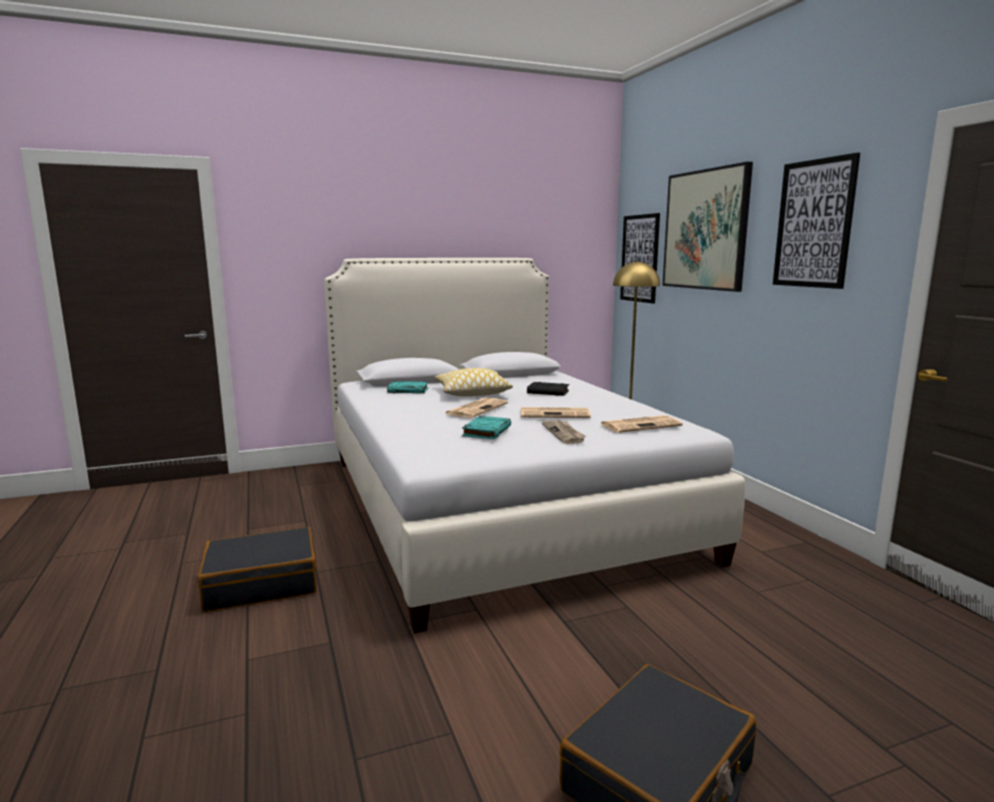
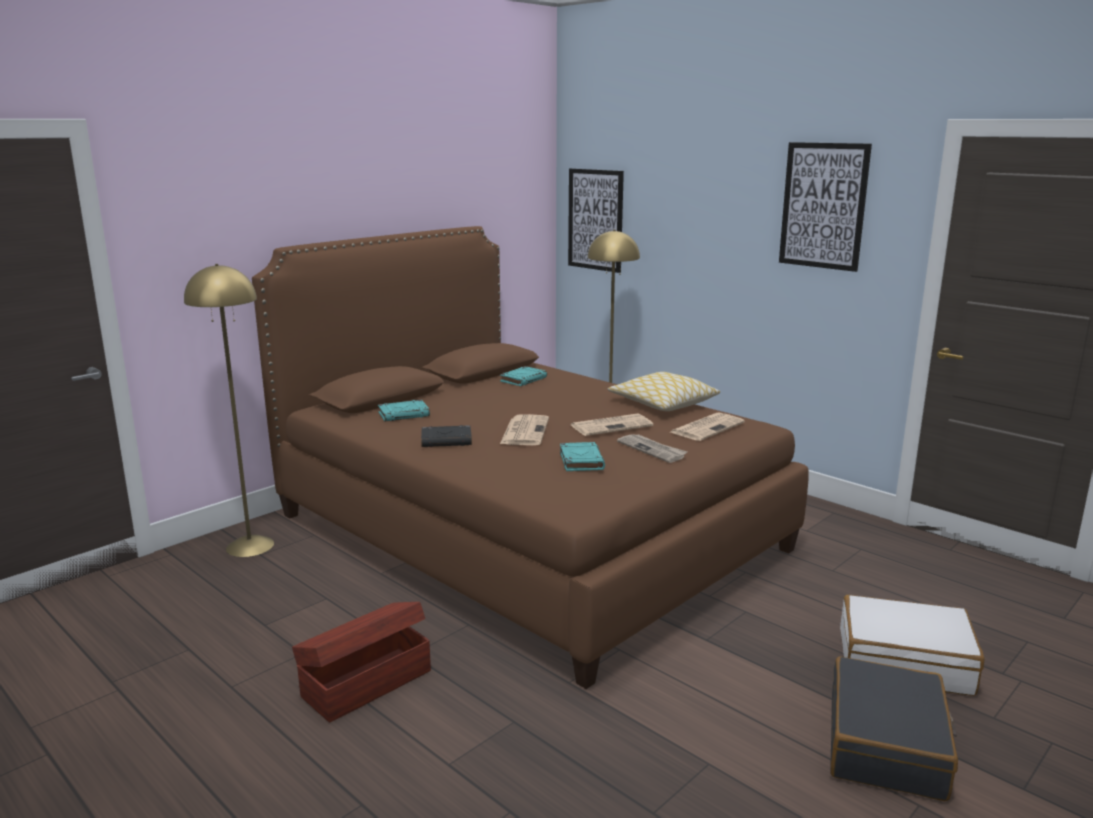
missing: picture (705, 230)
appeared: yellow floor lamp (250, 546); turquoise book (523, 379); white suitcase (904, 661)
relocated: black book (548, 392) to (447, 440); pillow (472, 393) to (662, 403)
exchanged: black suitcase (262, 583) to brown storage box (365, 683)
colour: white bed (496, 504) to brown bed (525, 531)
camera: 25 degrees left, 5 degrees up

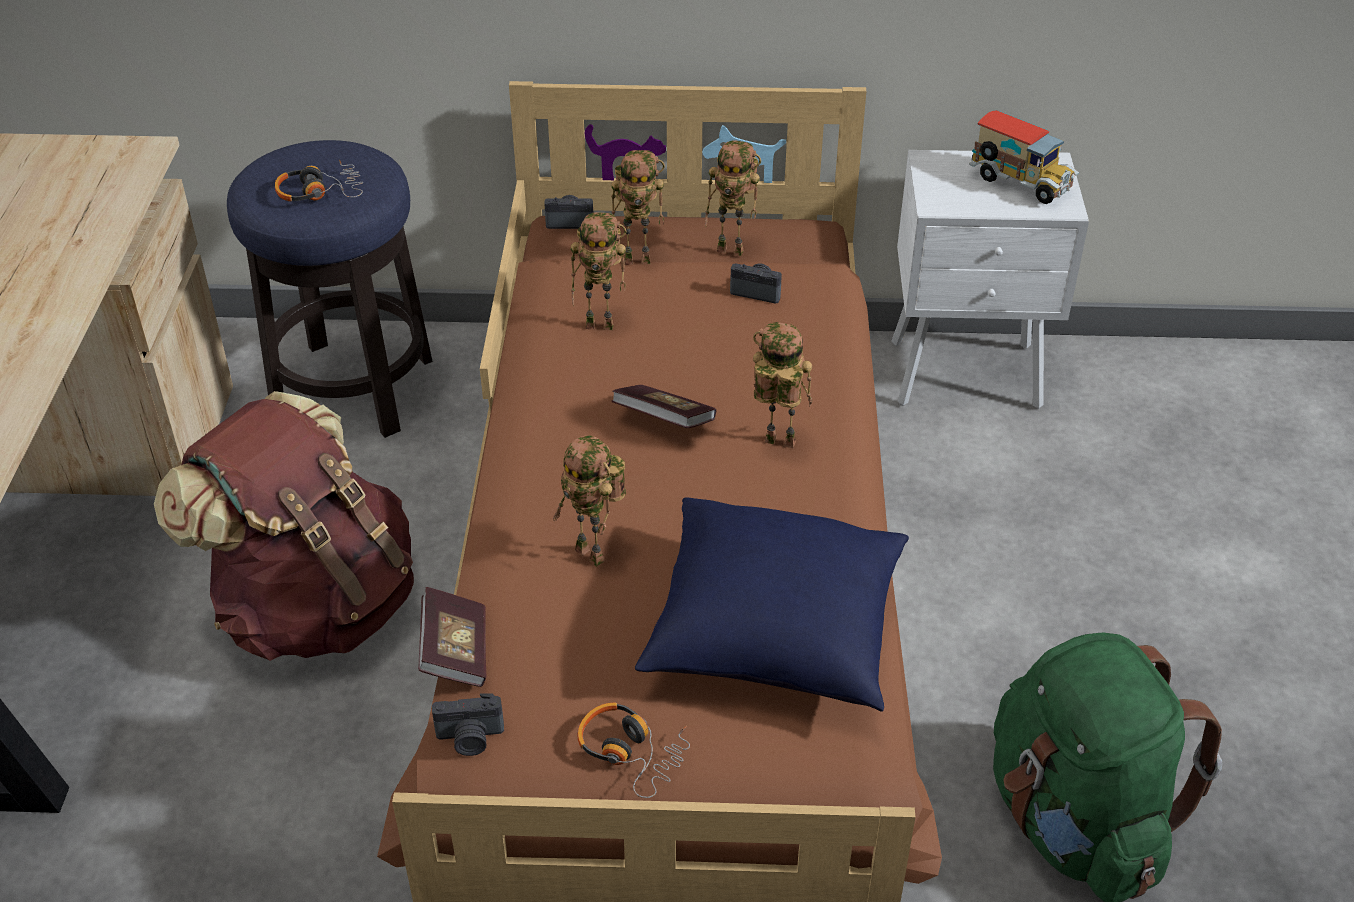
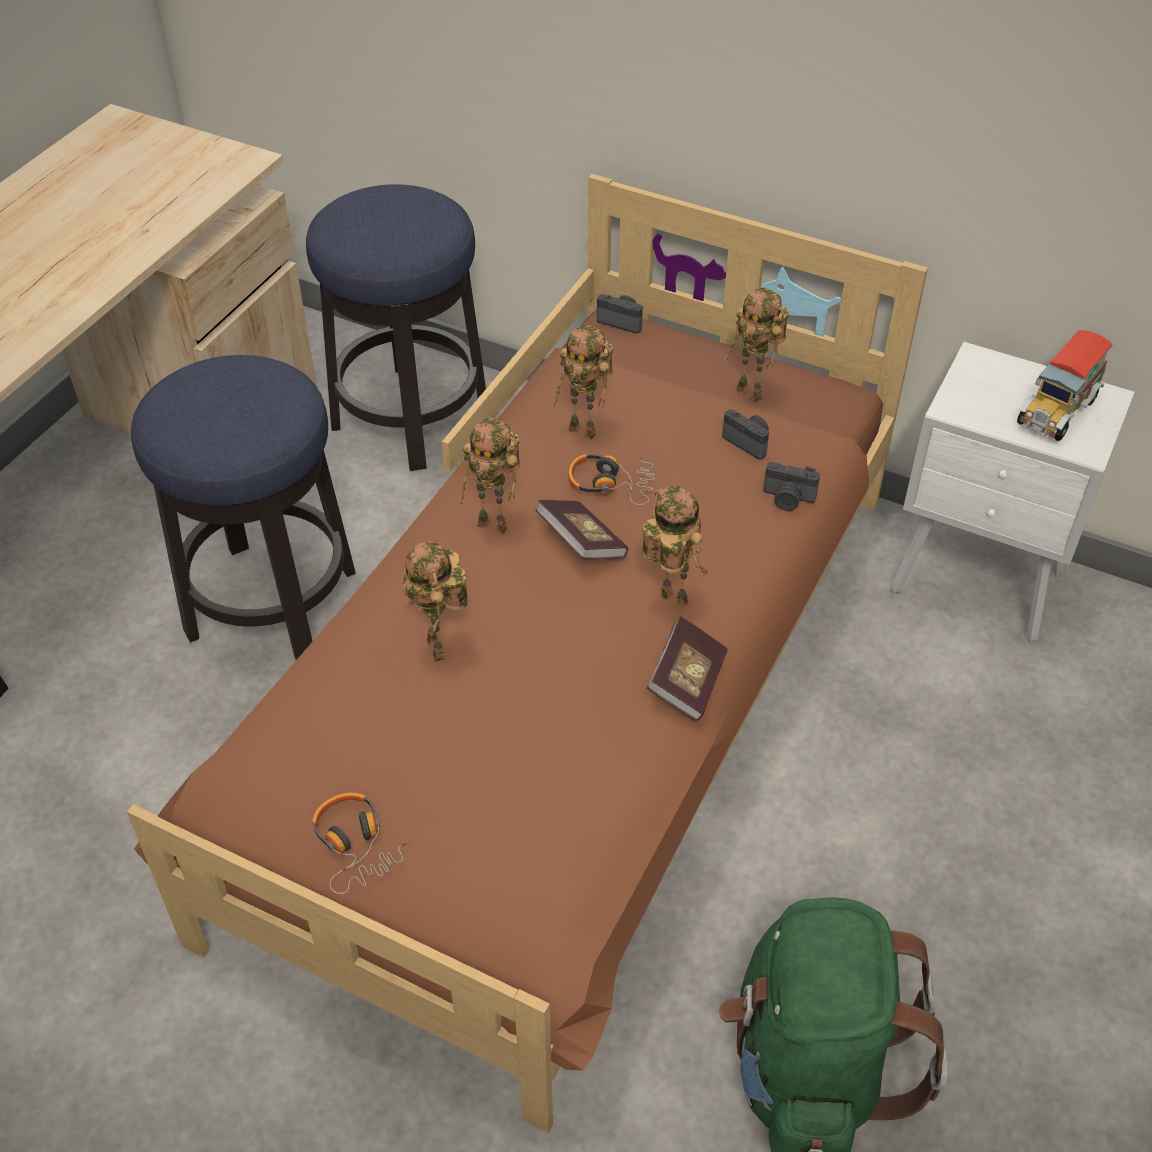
missing: blue pillow (773, 634)
relocated: toy robot (639, 259) to (495, 525); headphones (320, 192) to (611, 484); book (455, 652) to (687, 682); photo camera (470, 739) to (788, 499)
exchanged: brown backpack (315, 605) to stool (271, 602)
spun: toy truck (1020, 184) = (1055, 411) 60 degrees clockwise
camera: 25 degrees right, 5 degrees up

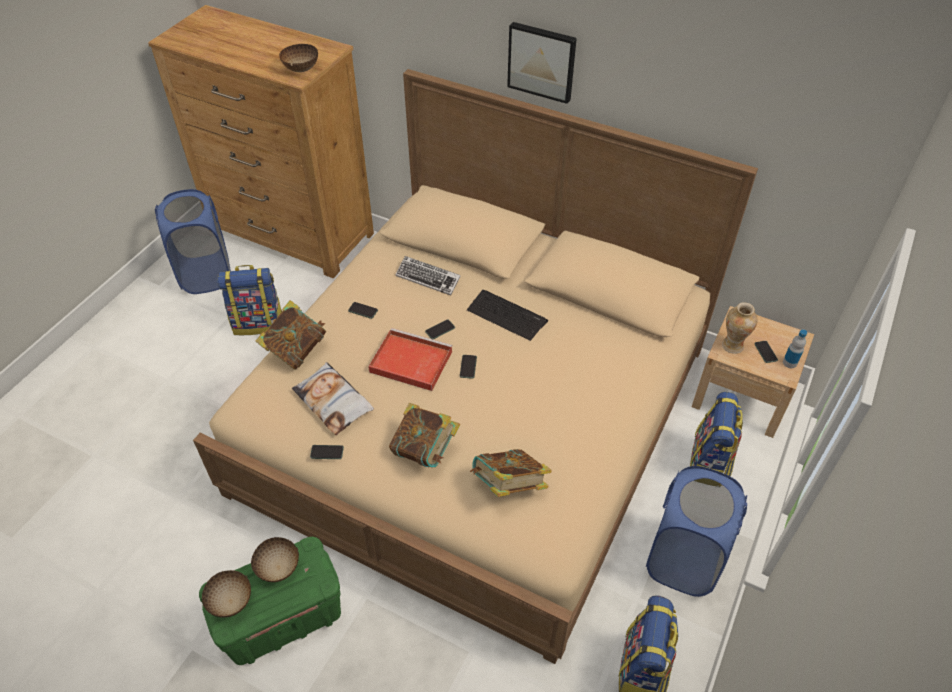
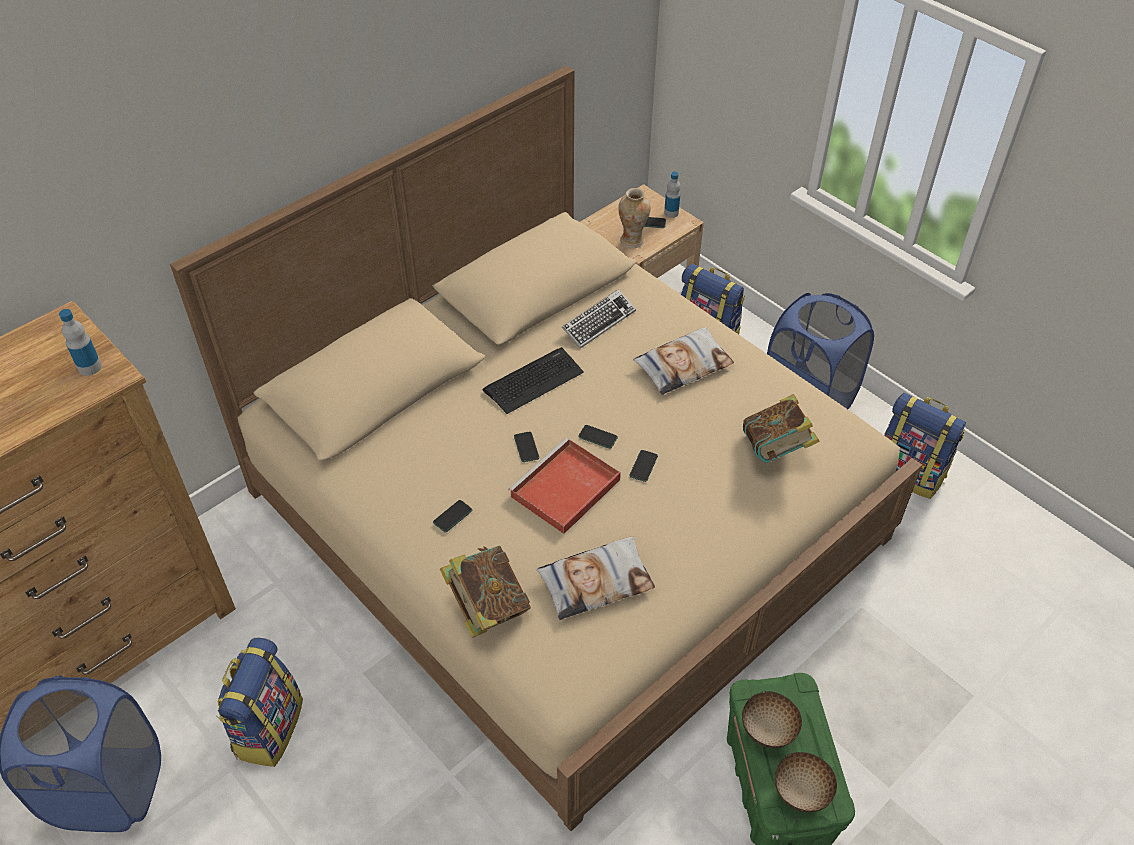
missing: book (425, 450); picture (542, 61)
appeared: pillow (683, 365)
relocated: keyboard (428, 278) to (598, 322); phone (327, 452) to (643, 466)
exchanged: bowl (301, 69) to bottle (90, 367)
camera: 70 degrees left, 0 degrees up

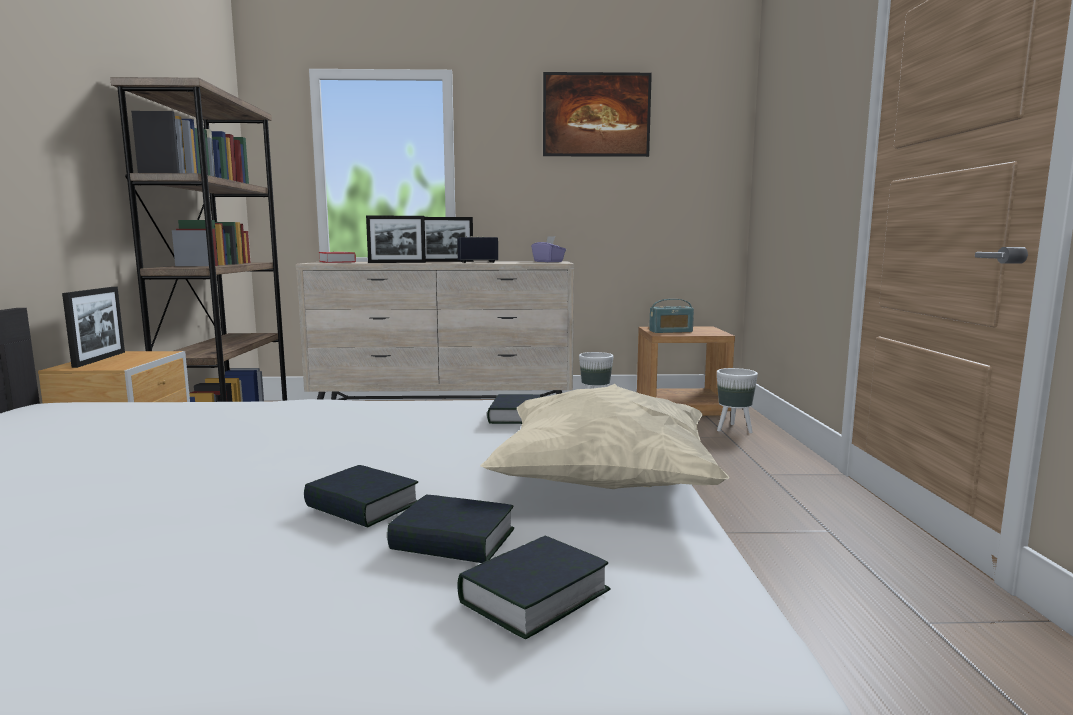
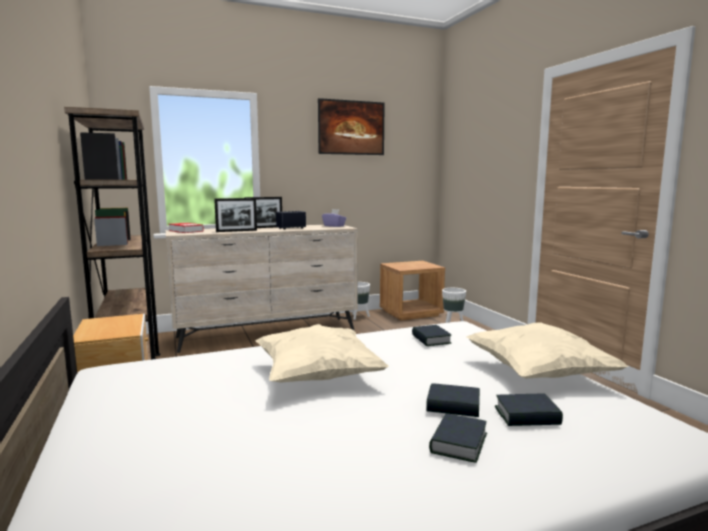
missing: picture frame (100, 359); radio (671, 331)
appeared: beige pillow (318, 377)
relocated: book (534, 597) to (458, 443)
camera: 20 degrees left, 0 degrees up

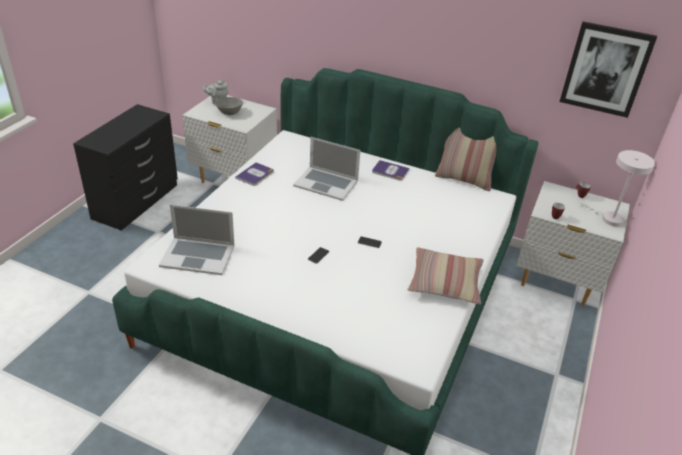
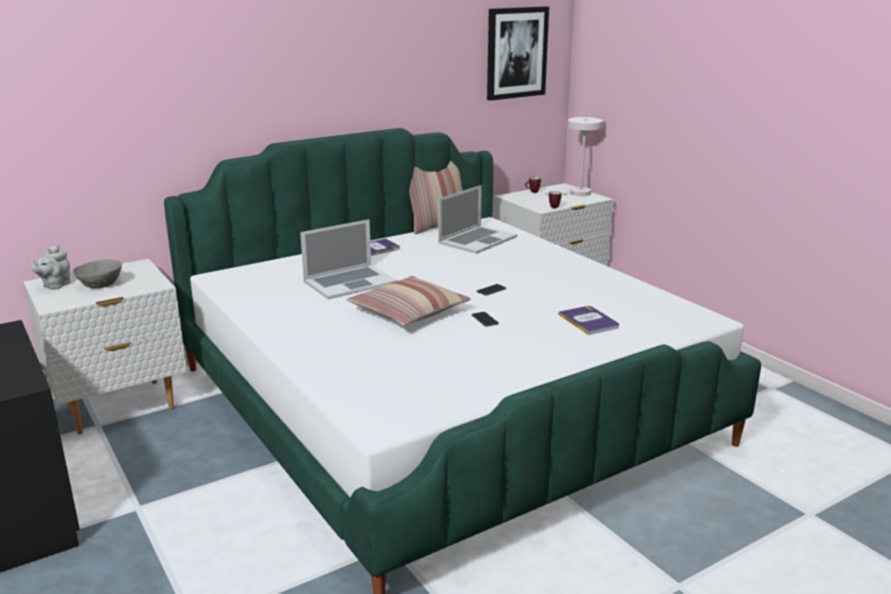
relocated: pillow (445, 282) to (408, 312); laptop (198, 255) to (477, 240); book (255, 175) to (589, 321)
camera: 55 degrees left, 15 degrees down

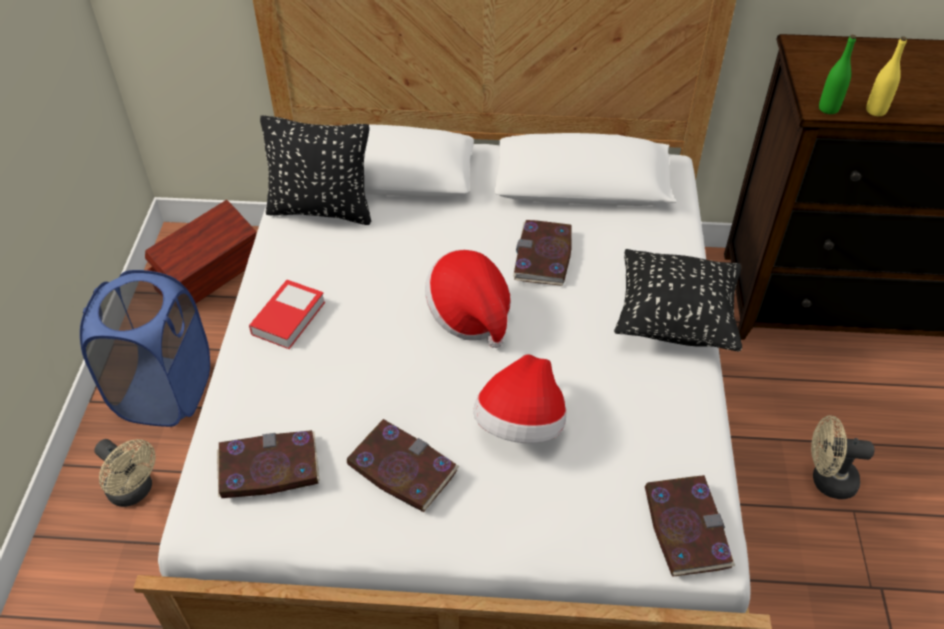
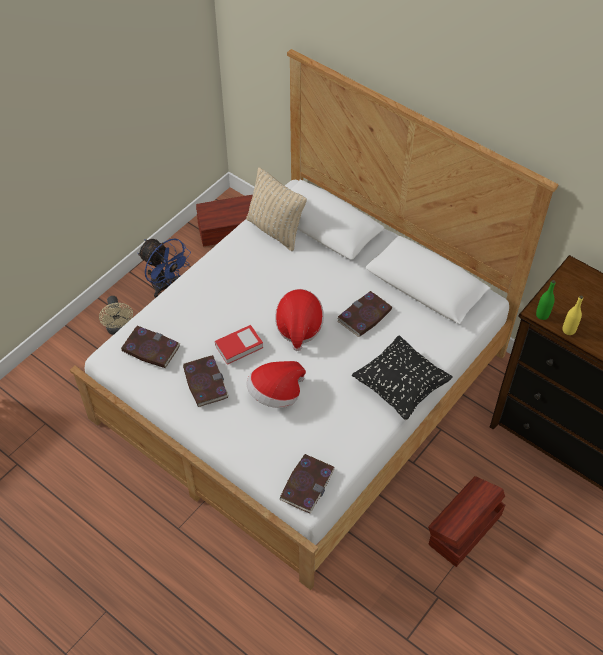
relocated: book (288, 318) to (239, 347)
exchanged: blue laundry basket (165, 392) to blue fan (166, 286); beige fan (826, 480) to brown storage box (463, 529)
colour: black pillow (321, 210) to beige pillow (275, 230)
camera: 35 degrees right, 5 degrees up

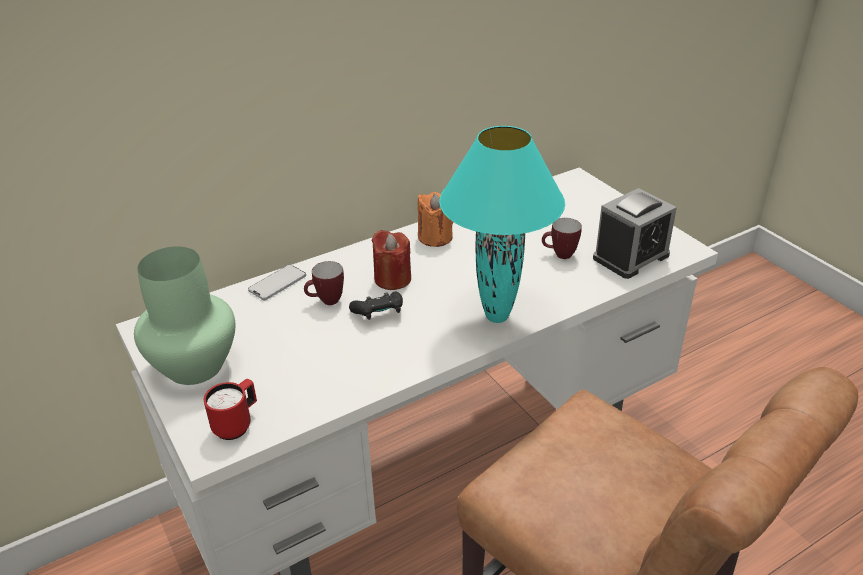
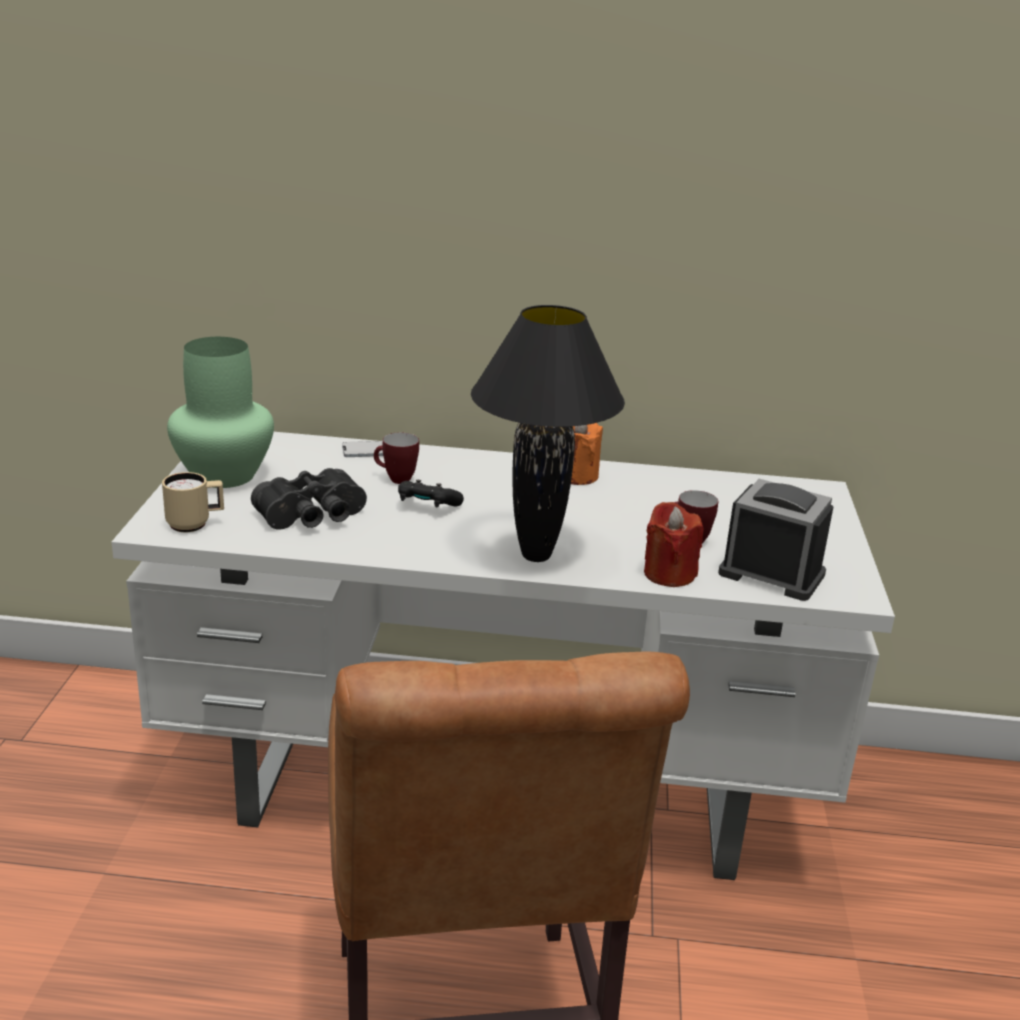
appeared: black binoculars (313, 517)
relocated: red candle (392, 279) to (669, 574)
colour: red mug (237, 424) to beige mug (195, 524); turquoise table lamp (498, 316) to black table lamp (537, 556)
spun: alarm clock (631, 256) = (771, 574) 150 degrees counterclockwise
camera: 35 degrees right, 10 degrees down

